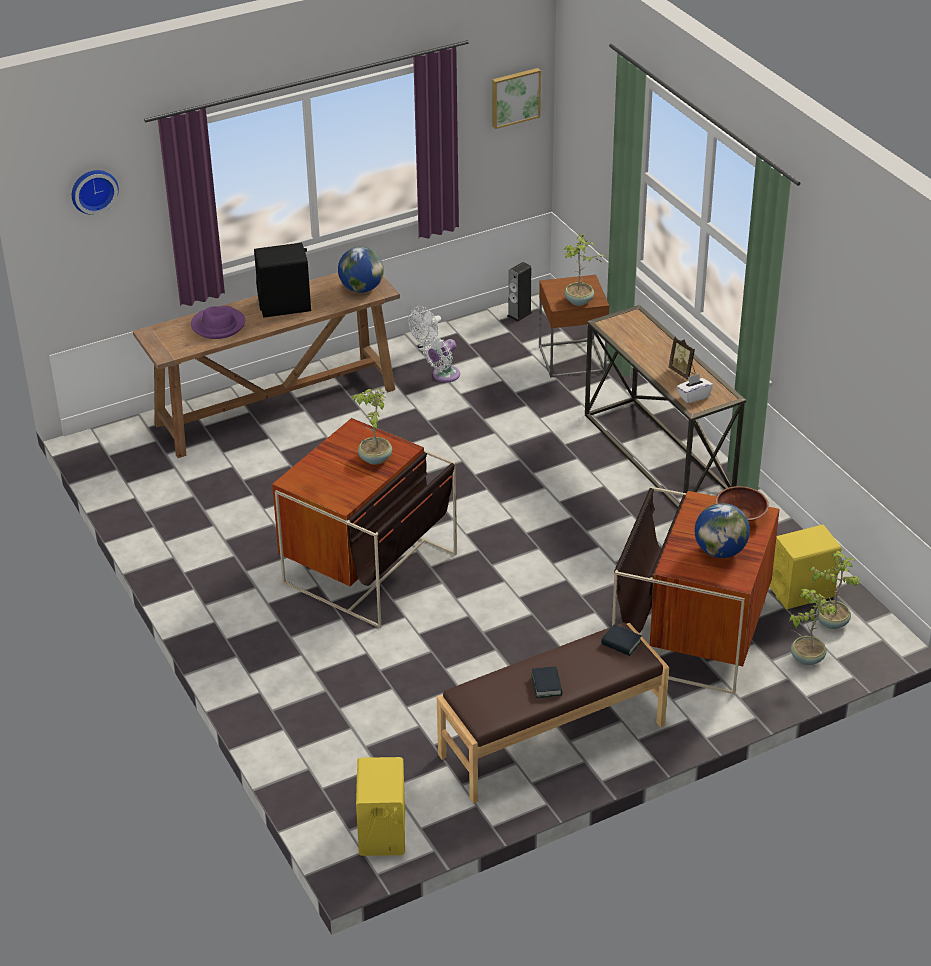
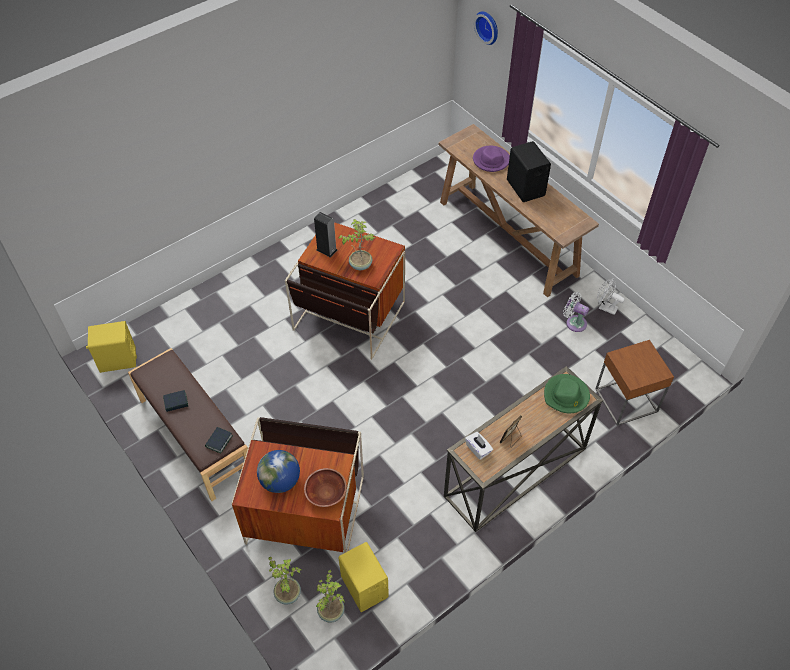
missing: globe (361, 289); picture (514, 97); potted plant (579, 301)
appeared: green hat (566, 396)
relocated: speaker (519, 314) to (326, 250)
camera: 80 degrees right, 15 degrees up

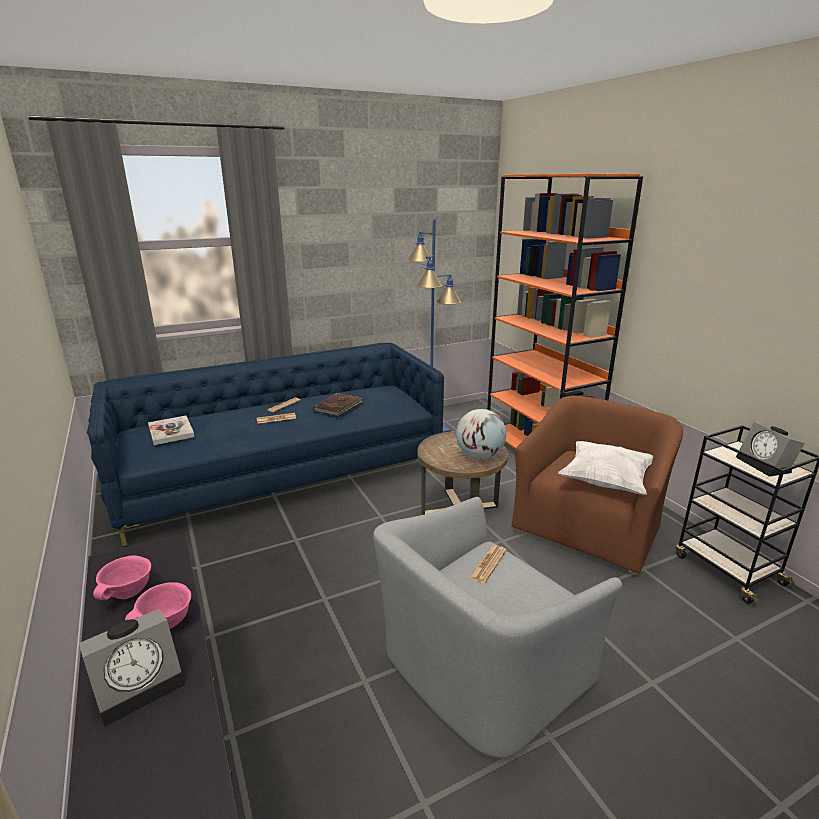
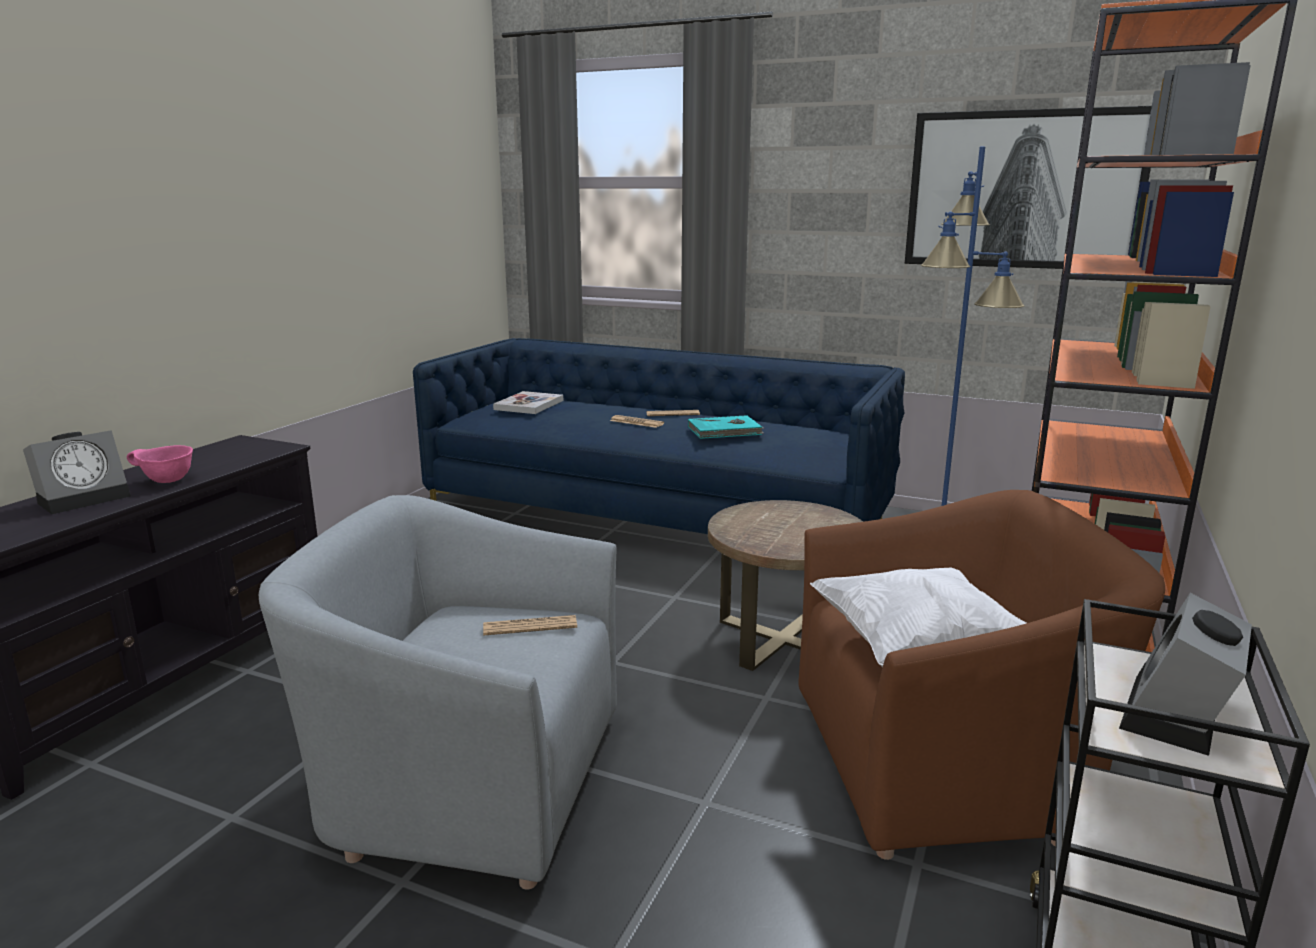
missing: pink bowl (128, 594); globe (479, 456)
appeared: picture (1023, 190)
colour: brown book (338, 406) to turquoise book (725, 431)
spun: alarm clock (141, 683) = (86, 498) 60 degrees counterclockwise
camera: 50 degrees right, 5 degrees down

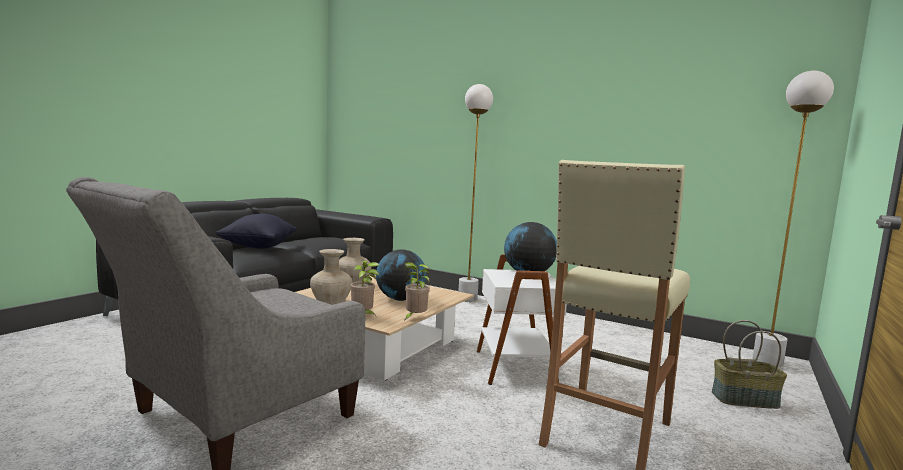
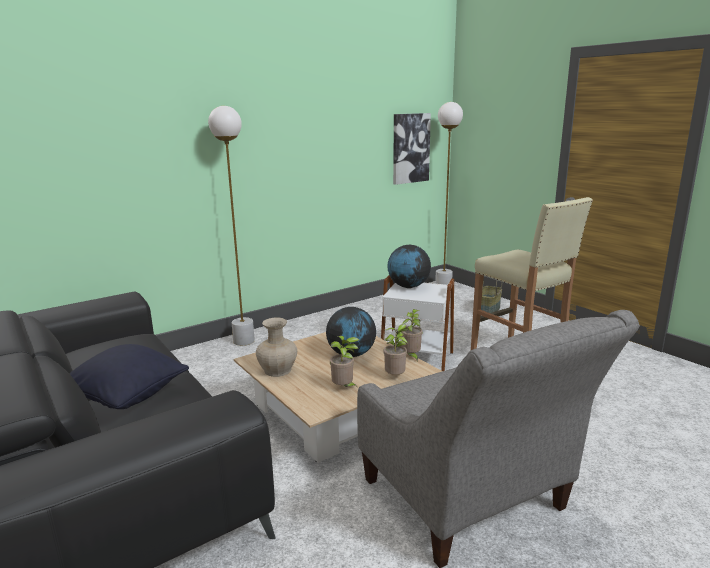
appeared: picture (410, 148)
exchanged: beige vase (330, 302) to potted plant (344, 388)
camera: 65 degrees left, 10 degrees up

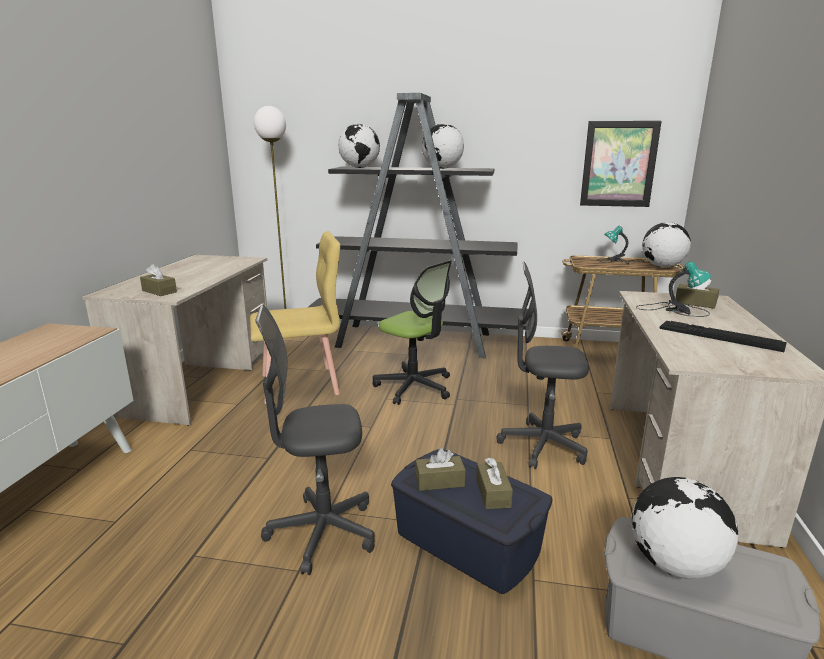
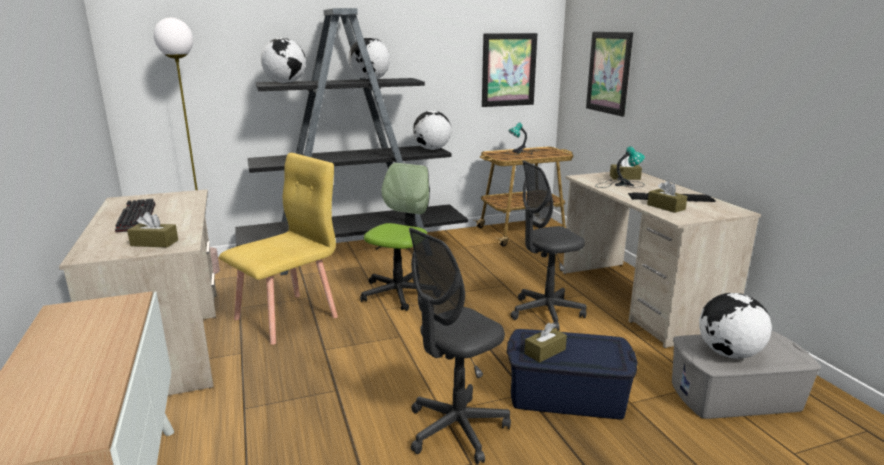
appeared: keyboard (135, 217); picture (609, 73)
relocated: globe (662, 266) to (432, 149); brown tissue box (493, 493) to (666, 207)
spun: office chair (414, 387) = (399, 293) 75 degrees counterclockwise
camera: 30 degrees left, 0 degrees up

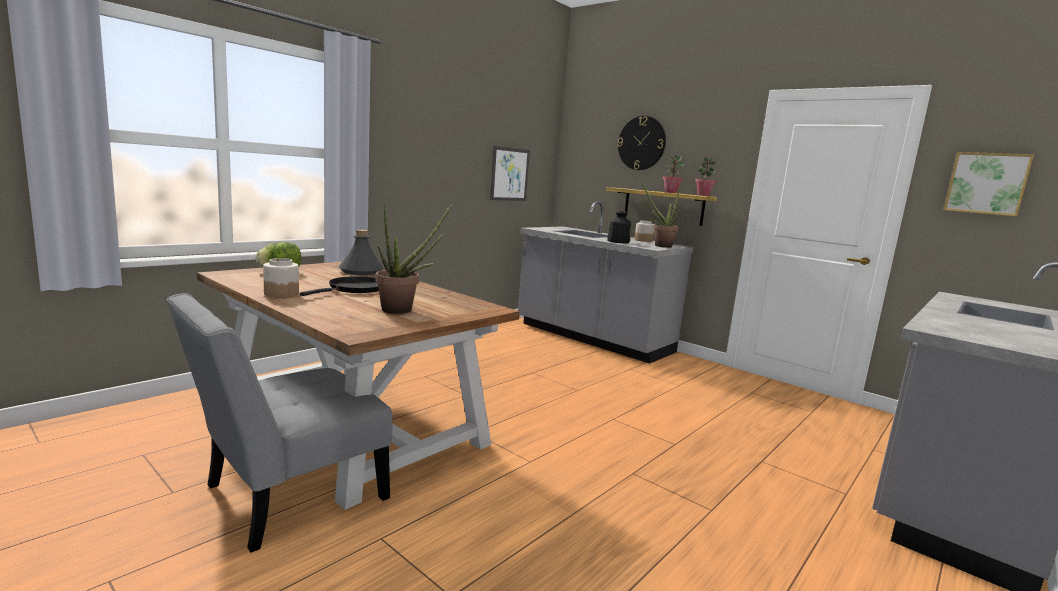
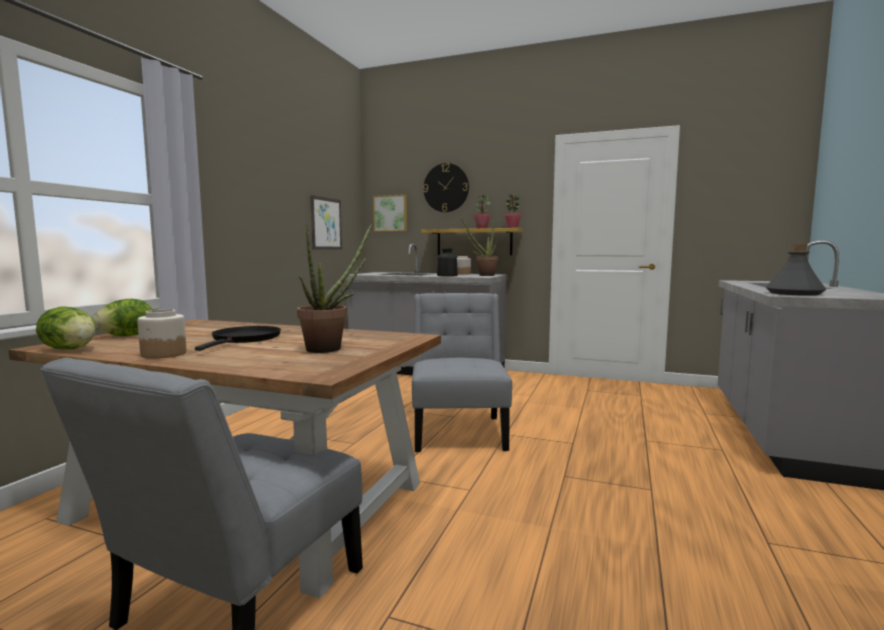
appeared: lettuce (70, 349); grey chair (459, 431)
relocated: picture (987, 183) to (391, 213); grey bottle (361, 271) to (793, 293)
camera: 20 degrees left, 5 degrees down

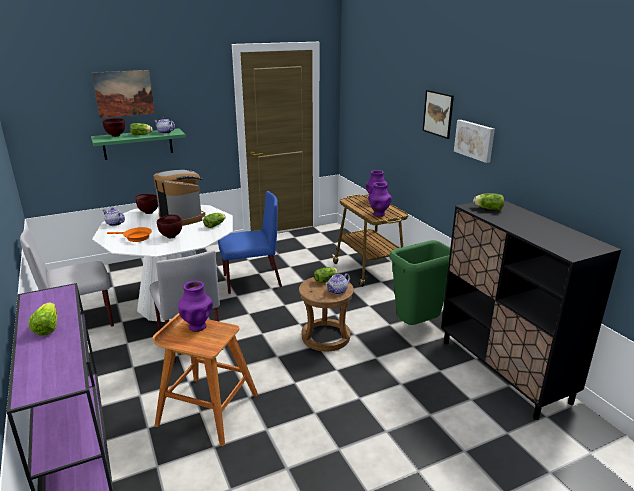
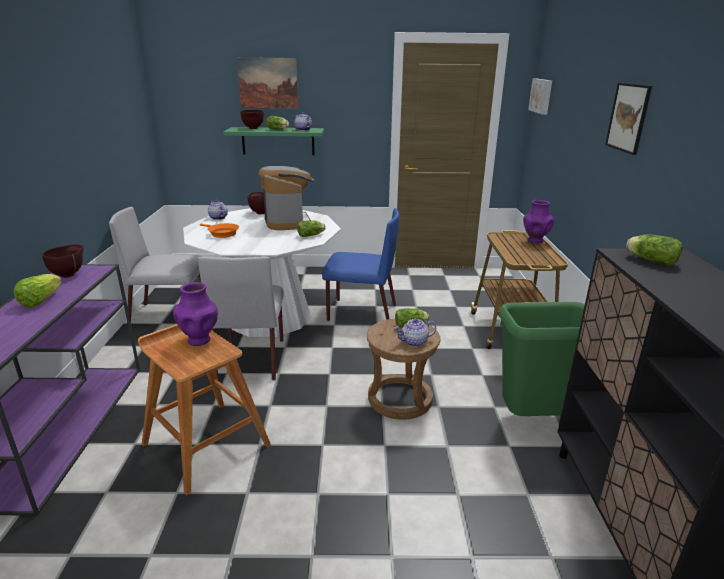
missing: purple vase (378, 214)
relocated: brown bowl (171, 236) to (69, 274); picture (475, 140) to (541, 96)
camera: 25 degrees right, 0 degrees up

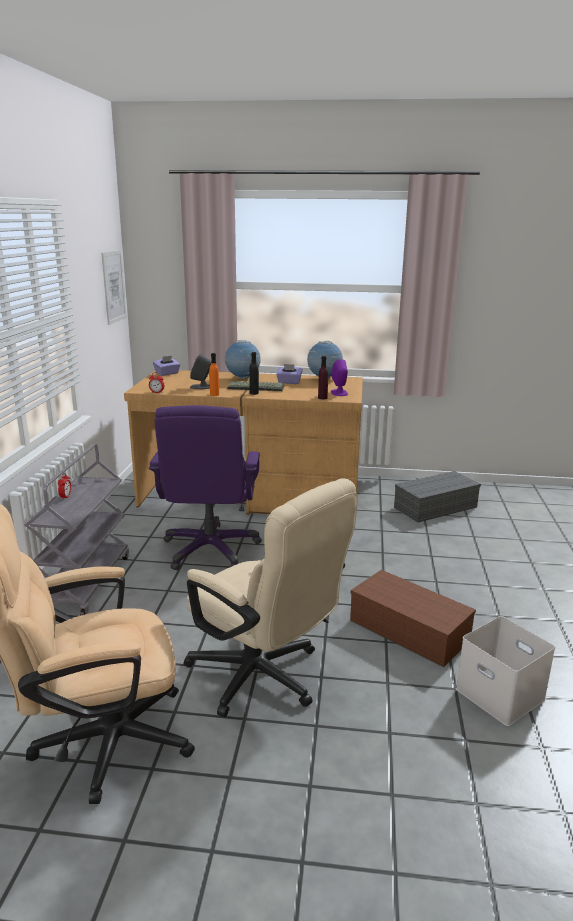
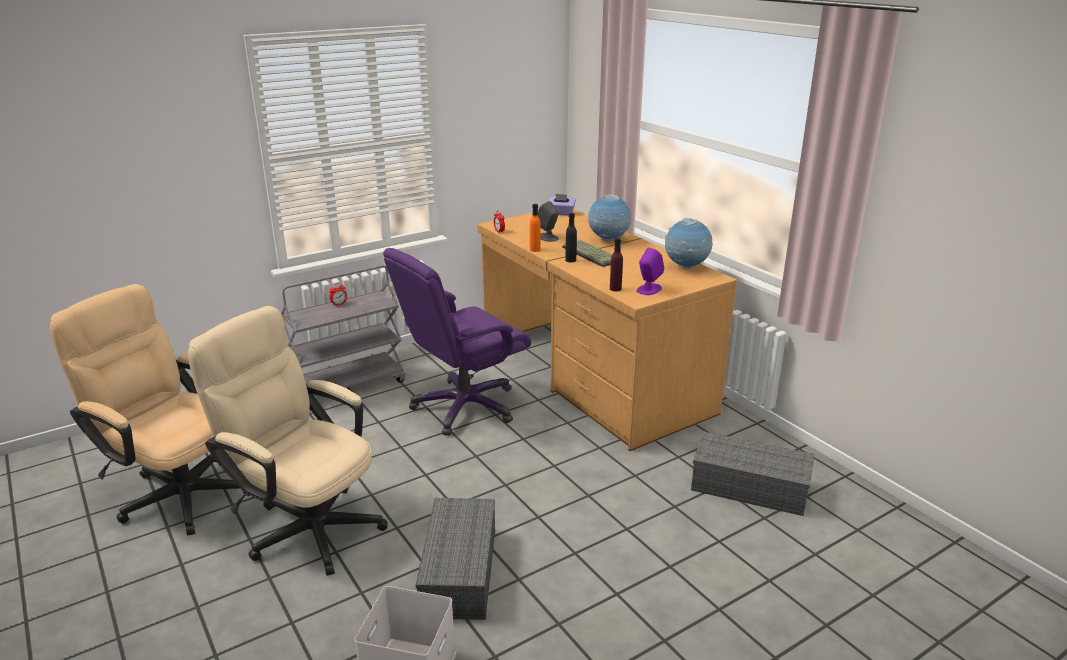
missing: picture (113, 286); purple tissue box (289, 382)
colour: brown storage box (411, 630) to grey storage box (461, 573)
spun: beige office chair (264, 679) = (306, 525) 120 degrees clockwise
camera: 50 degrees right, 5 degrees up

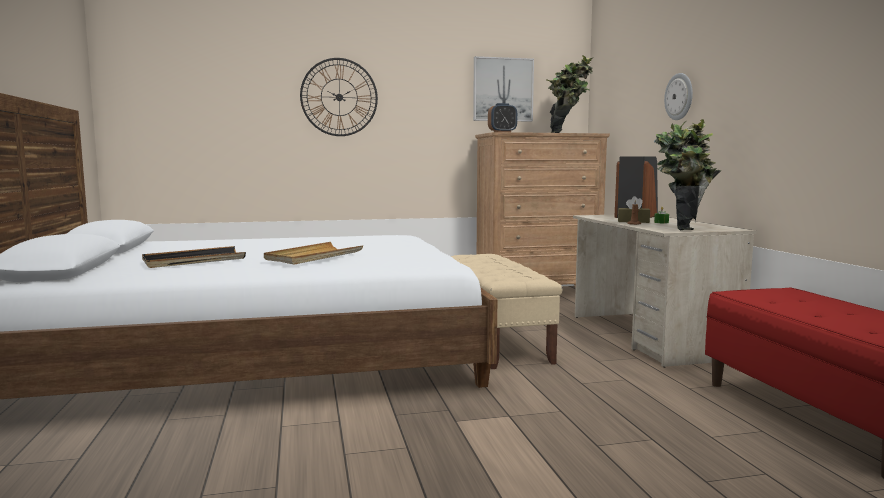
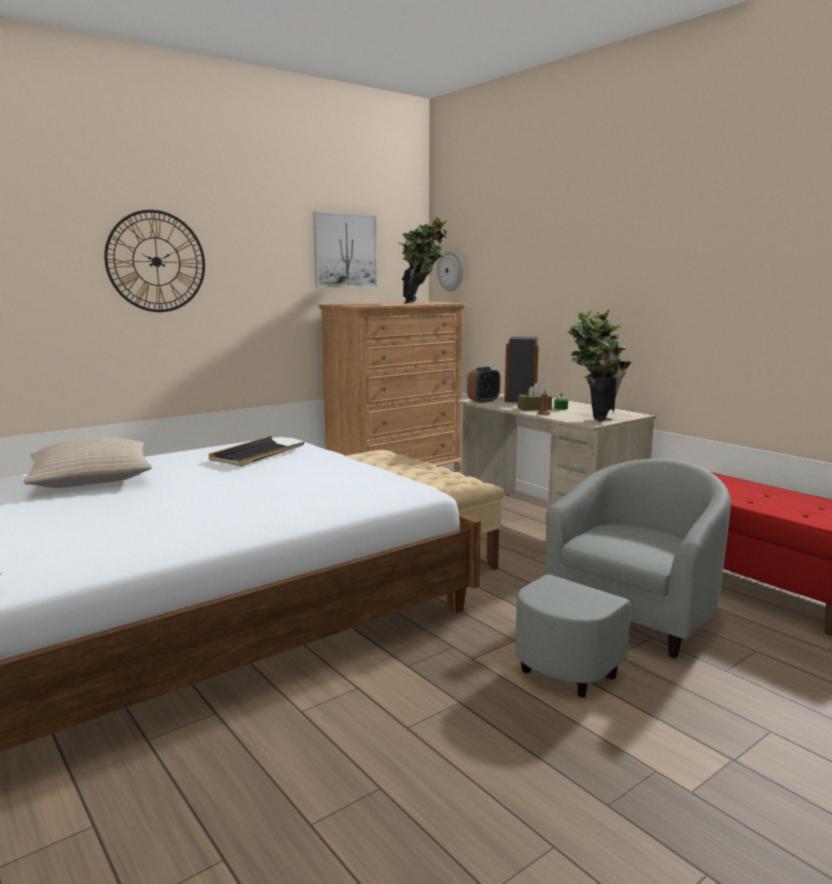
missing: beige tray (313, 256)
appeared: beige pillow (91, 478); grey armchair (621, 629)
relocated: black tray (193, 261) to (256, 455); wall clock (679, 96) to (451, 270); alarm clock (502, 132) to (483, 401)
camera: 25 degrees left, 5 degrees up

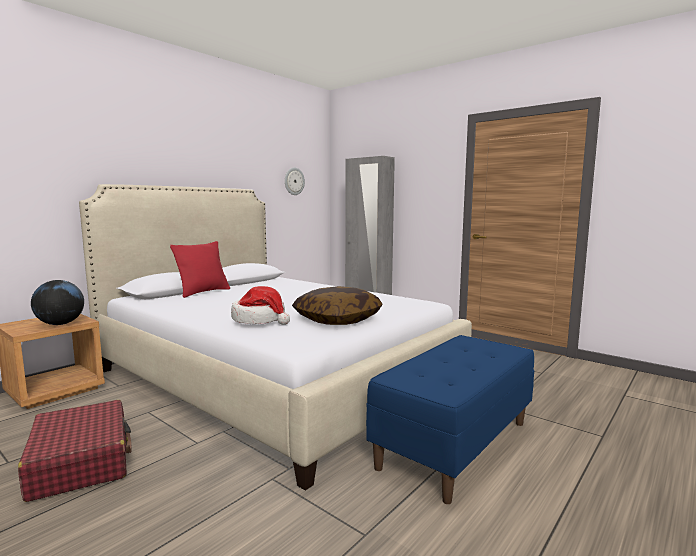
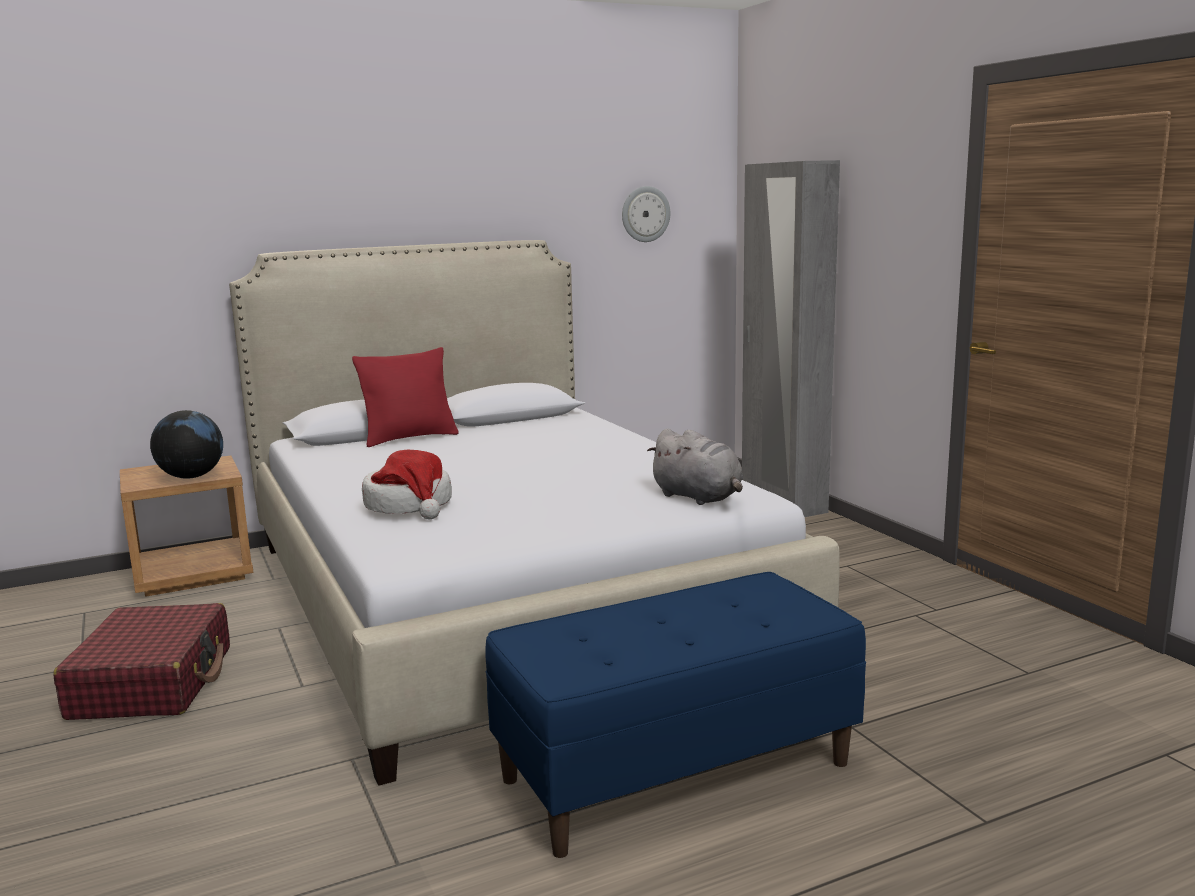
missing: pillow (337, 320)
appeared: grey plush toy (699, 497)
camera: 25 degrees right, 5 degrees up

